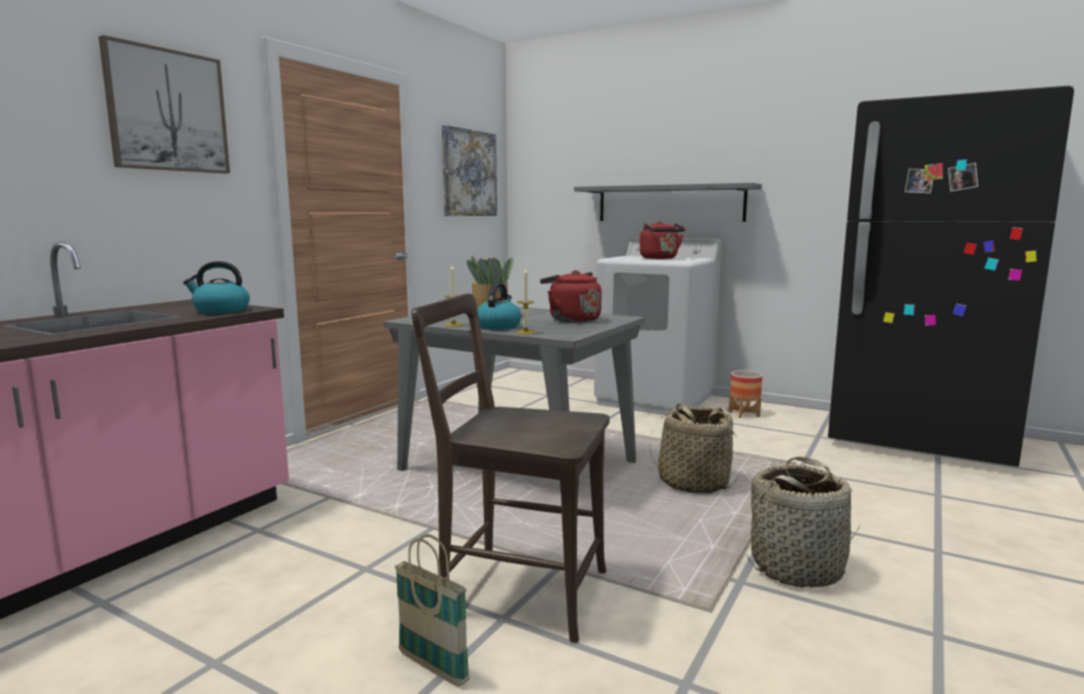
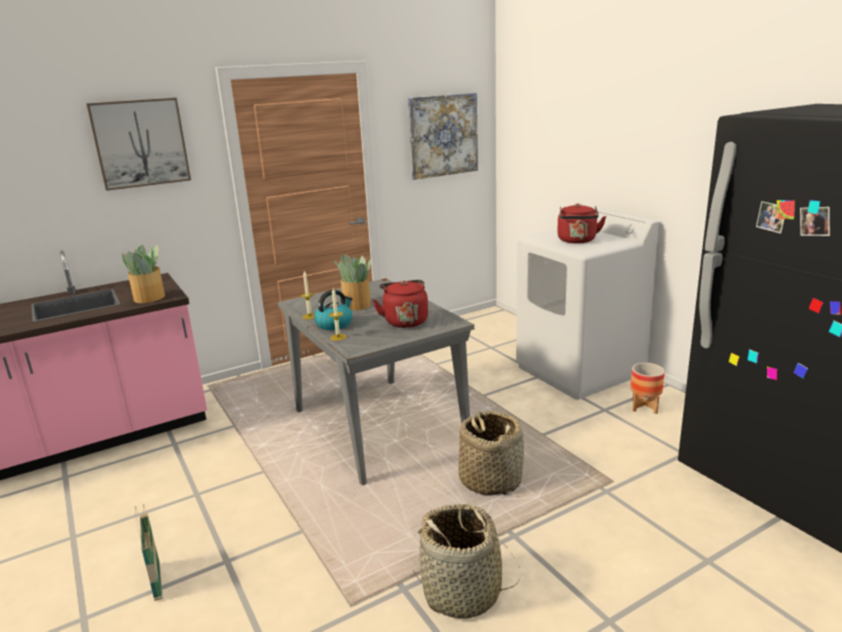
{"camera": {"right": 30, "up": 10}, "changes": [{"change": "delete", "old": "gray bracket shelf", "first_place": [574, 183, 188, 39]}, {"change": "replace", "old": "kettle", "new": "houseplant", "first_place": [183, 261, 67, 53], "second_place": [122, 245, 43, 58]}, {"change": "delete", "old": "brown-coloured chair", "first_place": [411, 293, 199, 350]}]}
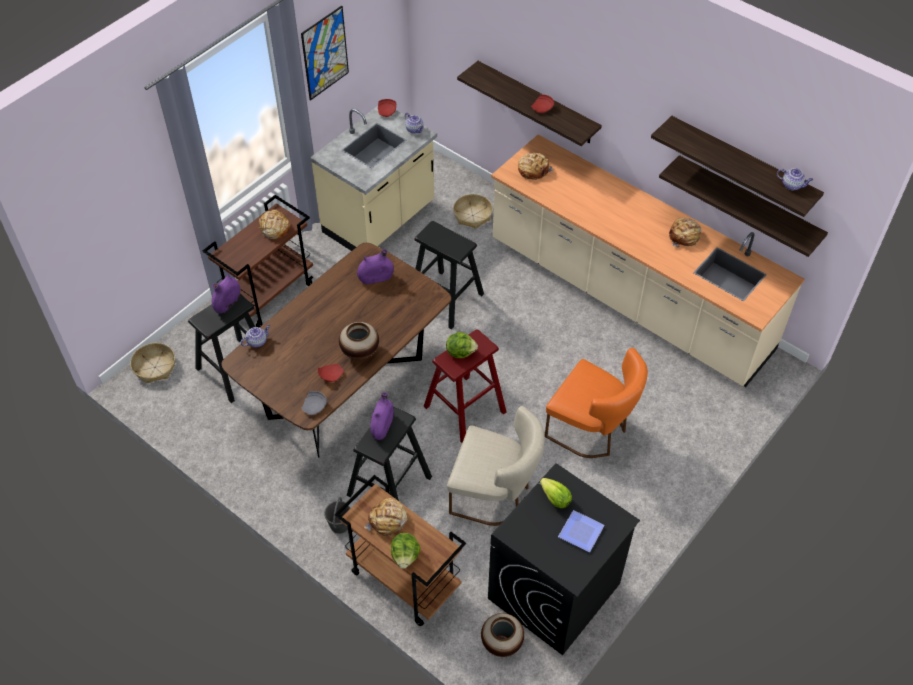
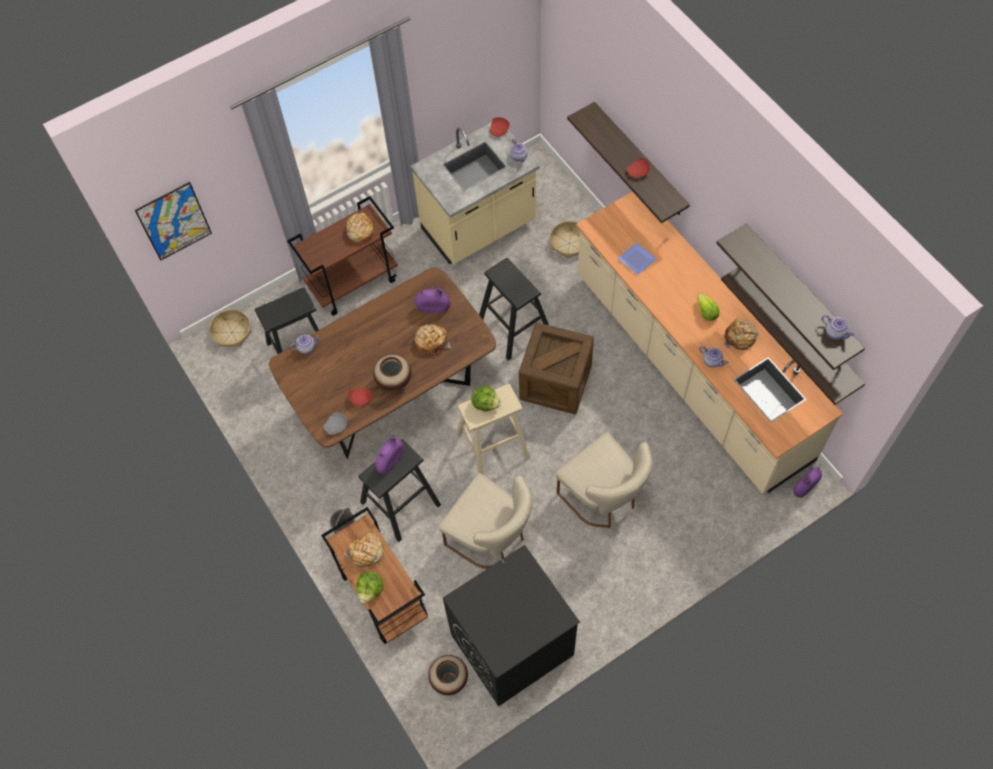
{"camera": {"right": 20, "up": 10}, "changes": [{"change": "move", "old": "wall picture", "first_place": [301, 6, 48, 94], "second_place": [135, 182, 77, 79]}, {"change": "move", "old": "bakery bread", "first_place": [518, 153, 35, 27], "second_place": [415, 324, 35, 30]}, {"change": "move", "old": "purple flower vase", "first_place": [212, 273, 28, 41], "second_place": [793, 467, 29, 31]}, {"change": "recolor", "old": "red sitting stool", "new": "beige sitting stool", "first_place": [423, 329, 83, 114], "second_place": [456, 384, 74, 90]}, {"change": "recolor", "old": "orange-coloured chair", "new": "beige chair", "first_place": [545, 348, 103, 110], "second_place": [556, 432, 97, 96]}, {"change": "move", "old": "lettuce", "first_place": [540, 478, 32, 30], "second_place": [697, 293, 23, 28]}, {"change": "move", "old": "dinner plate", "first_place": [558, 510, 47, 42], "second_place": [618, 243, 39, 32]}, {"change": "insert", "new": "crate", "second_place": [519, 322, 75, 92]}, {"change": "insert", "new": "teapot", "second_place": [699, 346, 29, 22]}]}
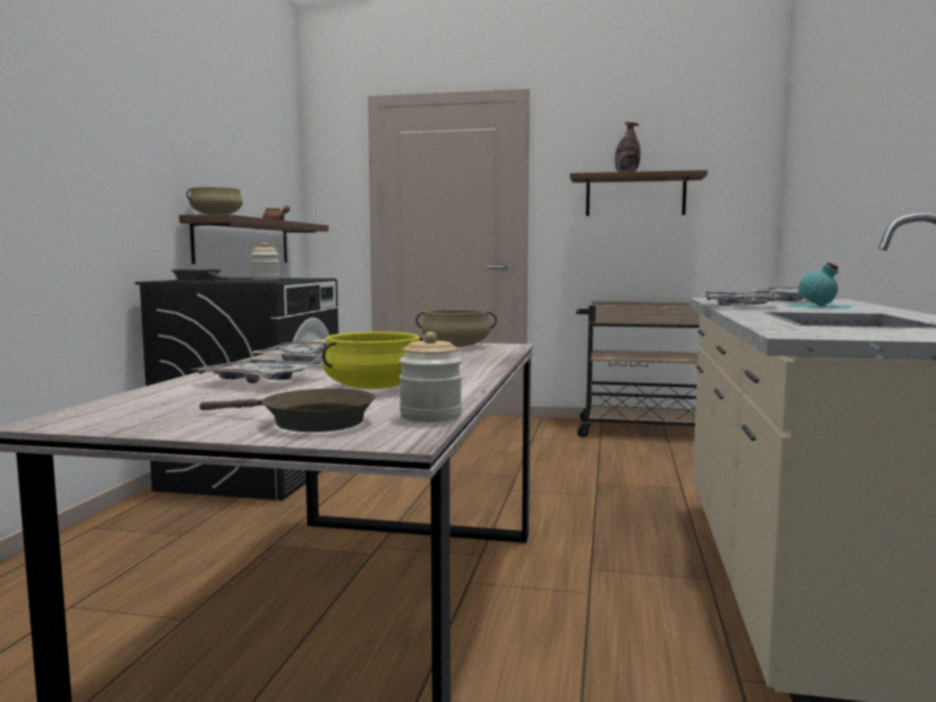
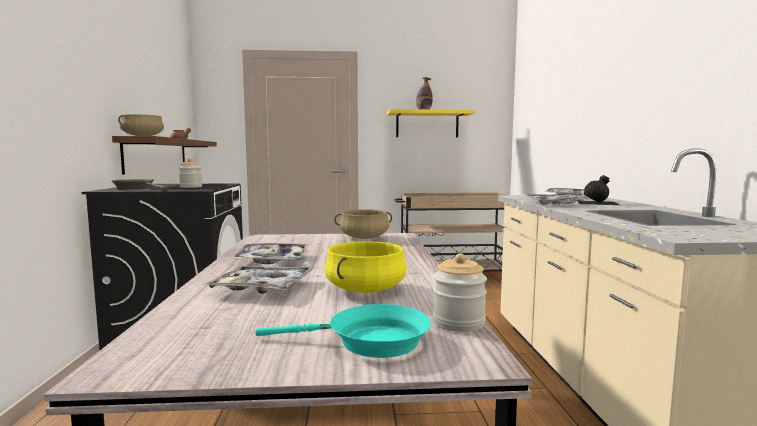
{"camera": {"right": -15, "up": 0}, "changes": [{"change": "recolor", "old": "brown-coloured bracket shelf", "new": "yellow bracket shelf", "first_place": [570, 170, 138, 46], "second_place": [387, 109, 88, 28]}, {"change": "recolor", "old": "blue-green bottle", "new": "black bottle", "first_place": [785, 262, 68, 47], "second_place": [577, 175, 43, 30]}, {"change": "recolor", "old": "brown-coloured skillet", "new": "blue-green skillet", "first_place": [200, 388, 176, 44], "second_place": [255, 304, 176, 54]}]}
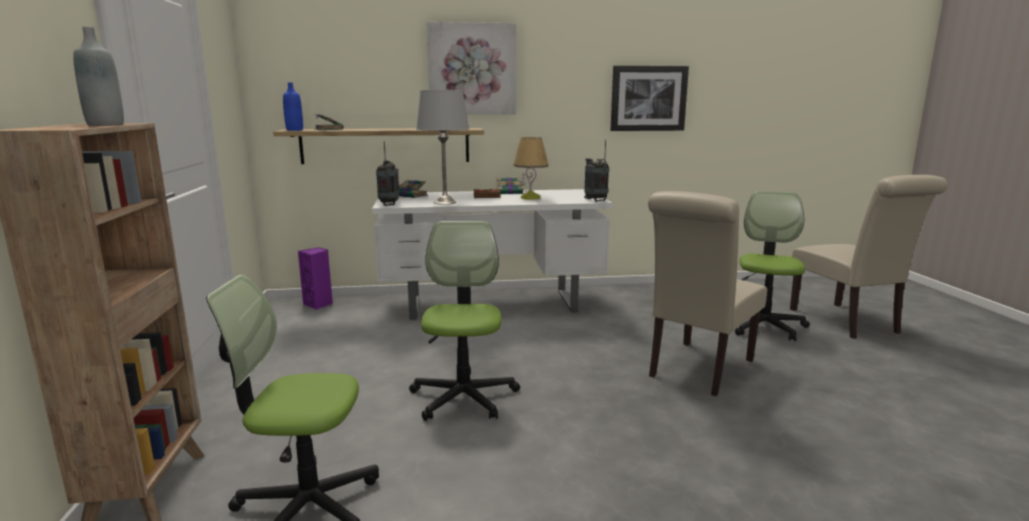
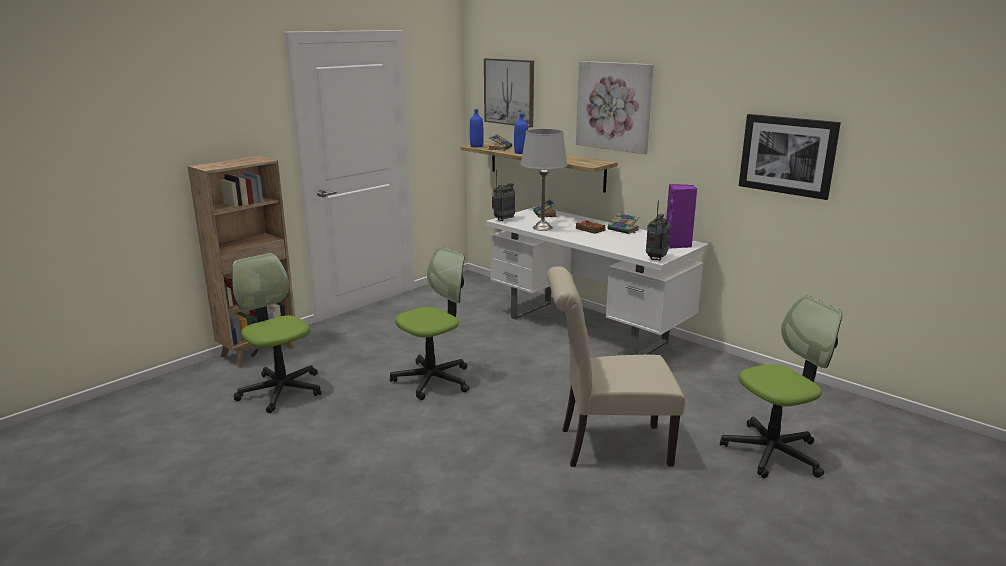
{"camera": {"right": 50, "up": 5}, "changes": [{"change": "delete", "old": "gray bottle", "first_place": [73, 27, 51, 99]}, {"change": "delete", "old": "table lamp", "first_place": [514, 137, 35, 63]}, {"change": "delete", "old": "beige chair", "first_place": [790, 175, 158, 164]}, {"change": "move", "old": "purple audio speaker", "first_place": [298, 247, 35, 63], "second_place": [666, 184, 31, 65]}, {"change": "insert", "new": "wall picture", "second_place": [484, 58, 50, 70]}, {"change": "insert", "new": "bluish bottle", "second_place": [514, 114, 14, 40]}]}
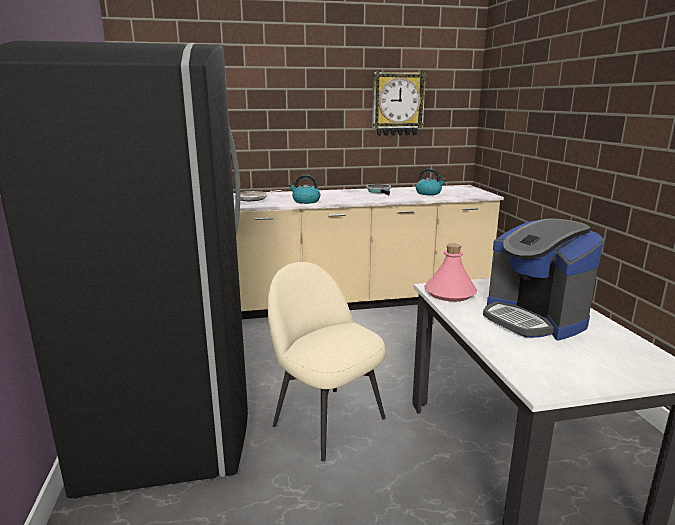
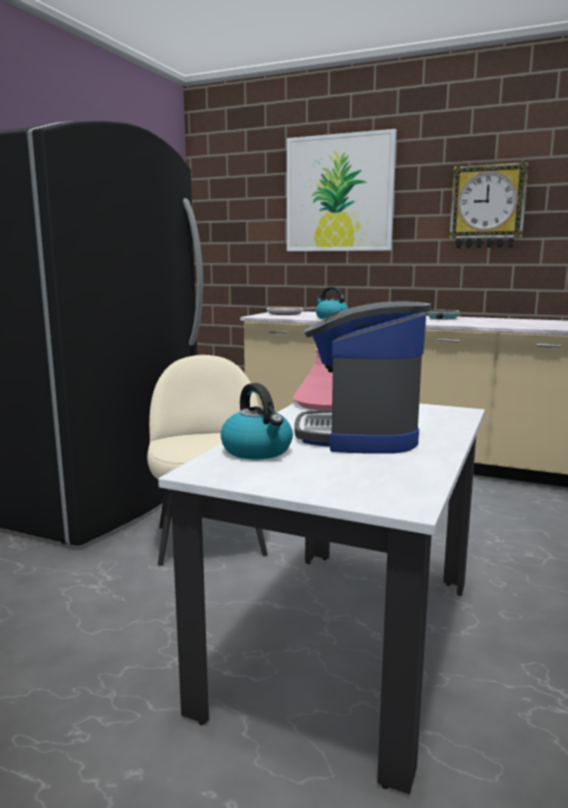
{"camera": {"right": 35, "up": -5}, "changes": [{"change": "move", "old": "kettle", "first_place": [416, 169, 30, 26], "second_place": [221, 383, 72, 77]}, {"change": "insert", "new": "wall picture", "second_place": [287, 129, 110, 122]}]}
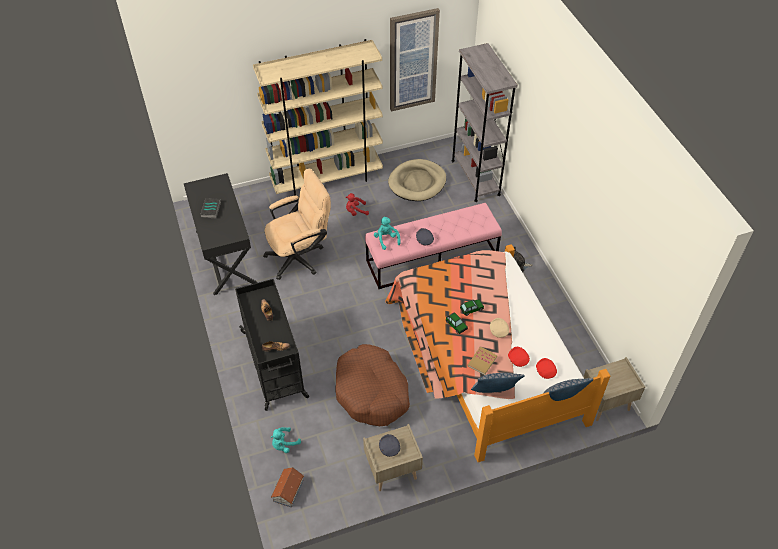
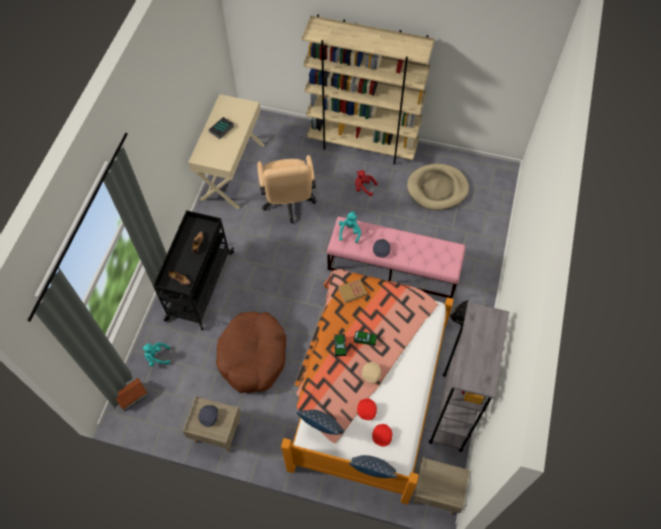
{"camera": {"right": 35, "up": 10}, "changes": [{"change": "delete", "old": "wall picture", "first_place": [390, 8, 50, 104]}, {"change": "move", "old": "gray bookcase", "first_place": [451, 43, 67, 159], "second_place": [429, 302, 80, 150]}, {"change": "rotate", "old": "beige computer chair", "first_place": [263, 169, 68, 111], "second_place": [257, 155, 59, 68], "degrees": 75}, {"change": "recolor", "old": "black desk", "new": "beige desk", "first_place": [184, 173, 73, 122], "second_place": [188, 94, 76, 115]}, {"change": "move", "old": "volume", "first_place": [468, 347, 29, 28], "second_place": [338, 279, 29, 24]}]}
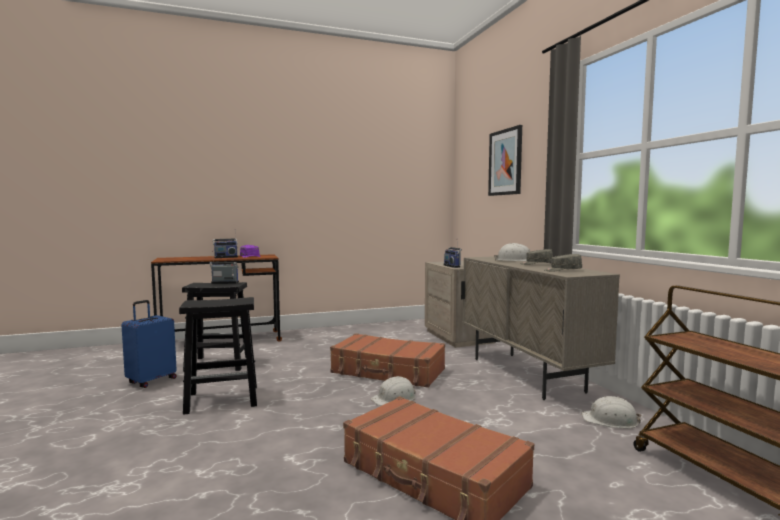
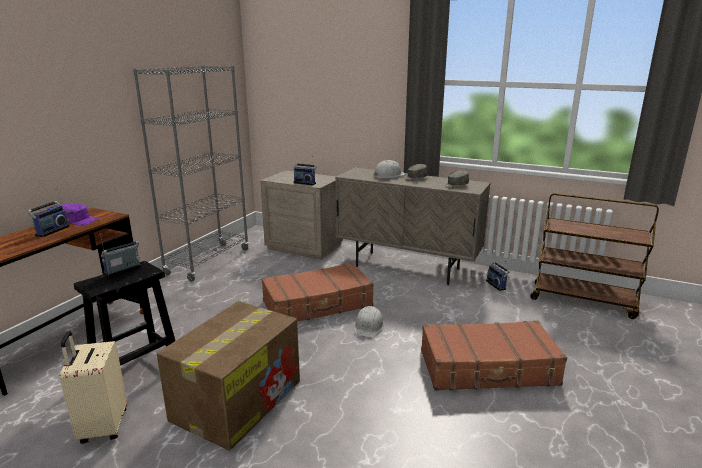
{"camera": {"right": -45, "up": 15}, "changes": [{"change": "delete", "old": "wall picture", "first_place": [488, 125, 34, 71]}, {"change": "replace", "old": "black sitting stool", "new": "packing box", "first_place": [179, 297, 78, 118], "second_place": [157, 301, 143, 150]}, {"change": "recolor", "old": "bluish travel case", "new": "beige travel case", "first_place": [121, 300, 56, 88], "second_place": [60, 331, 67, 113]}, {"change": "replace", "old": "white-coloured hard hat", "new": "radio set", "first_place": [582, 396, 59, 33], "second_place": [486, 261, 23, 30]}, {"change": "insert", "new": "gray bookcase", "second_place": [133, 65, 116, 216]}]}
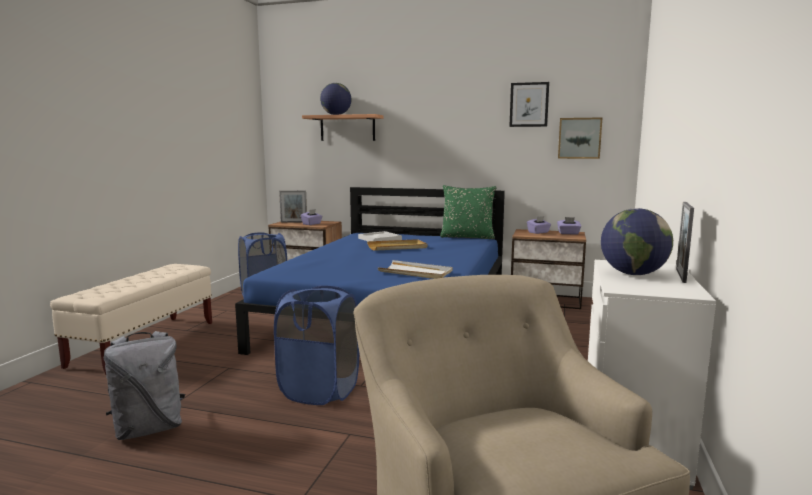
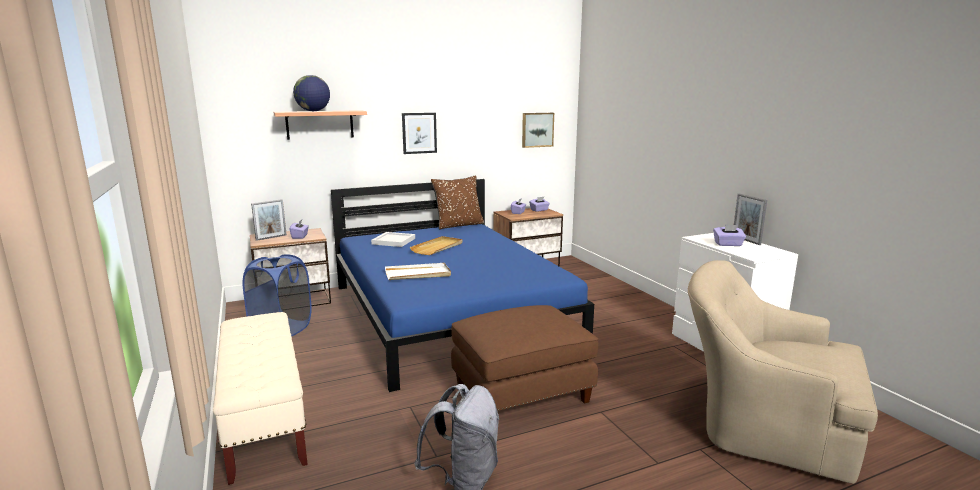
{"camera": {"right": -40, "up": 5}, "changes": [{"change": "move", "old": "wall picture", "first_place": [509, 82, 40, 45], "second_place": [402, 113, 35, 41]}, {"change": "recolor", "old": "green pillow", "new": "brown-coloured pillow", "first_place": [440, 185, 57, 54], "second_place": [431, 175, 53, 55]}, {"change": "replace", "old": "desk globe", "new": "purple tissue box", "first_place": [601, 208, 72, 67], "second_place": [713, 224, 33, 22]}, {"change": "move", "old": "white-coloured tray", "first_place": [377, 260, 75, 19], "second_place": [385, 263, 66, 17]}, {"change": "replace", "old": "bluish washing basket", "new": "brown-coloured ottoman", "first_place": [274, 285, 85, 120], "second_place": [451, 305, 147, 106]}]}
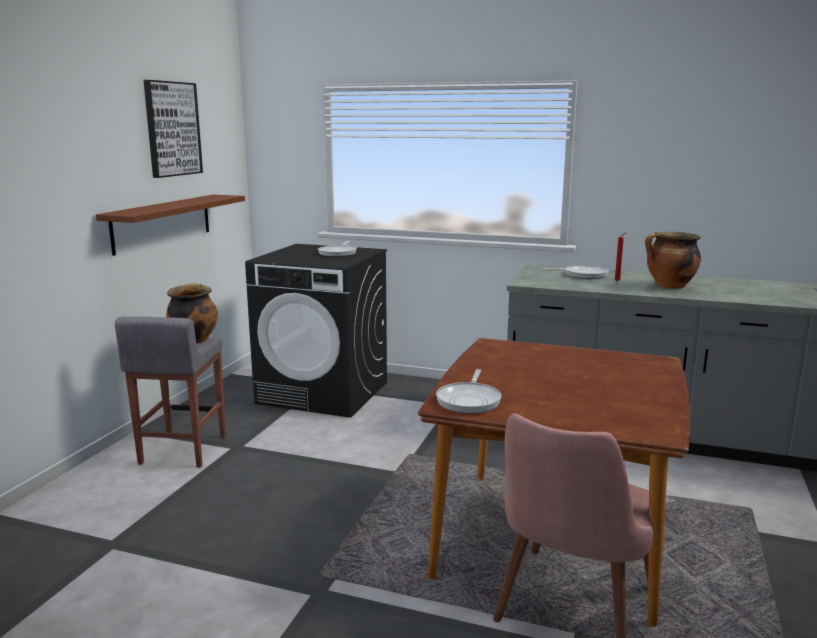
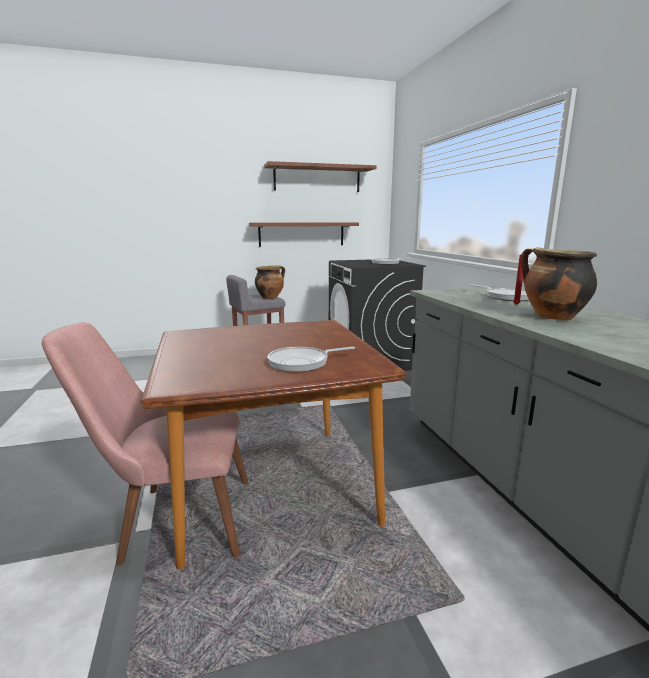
{"camera": {"right": 55, "up": 0}, "changes": [{"change": "replace", "old": "wall picture", "new": "brown-coloured bracket shelf", "first_place": [144, 80, 59, 98], "second_place": [264, 161, 112, 31]}, {"change": "move", "old": "skillet", "first_place": [436, 369, 65, 45], "second_place": [268, 346, 87, 26]}]}
